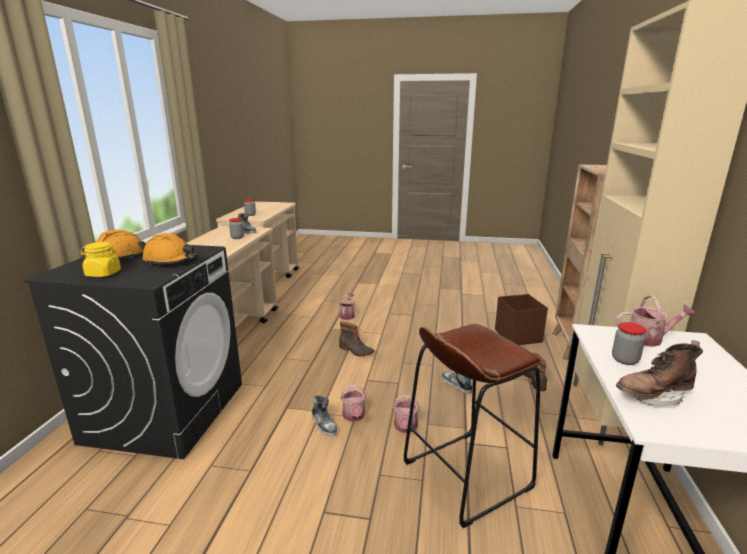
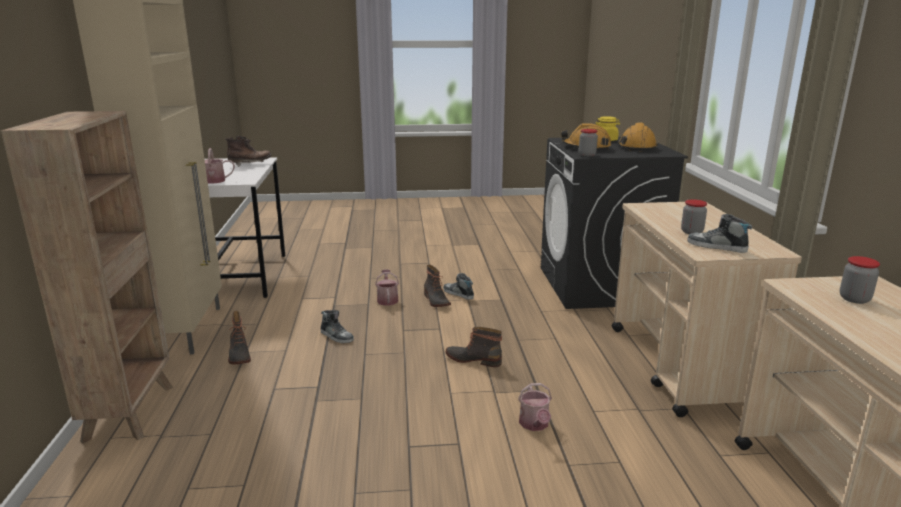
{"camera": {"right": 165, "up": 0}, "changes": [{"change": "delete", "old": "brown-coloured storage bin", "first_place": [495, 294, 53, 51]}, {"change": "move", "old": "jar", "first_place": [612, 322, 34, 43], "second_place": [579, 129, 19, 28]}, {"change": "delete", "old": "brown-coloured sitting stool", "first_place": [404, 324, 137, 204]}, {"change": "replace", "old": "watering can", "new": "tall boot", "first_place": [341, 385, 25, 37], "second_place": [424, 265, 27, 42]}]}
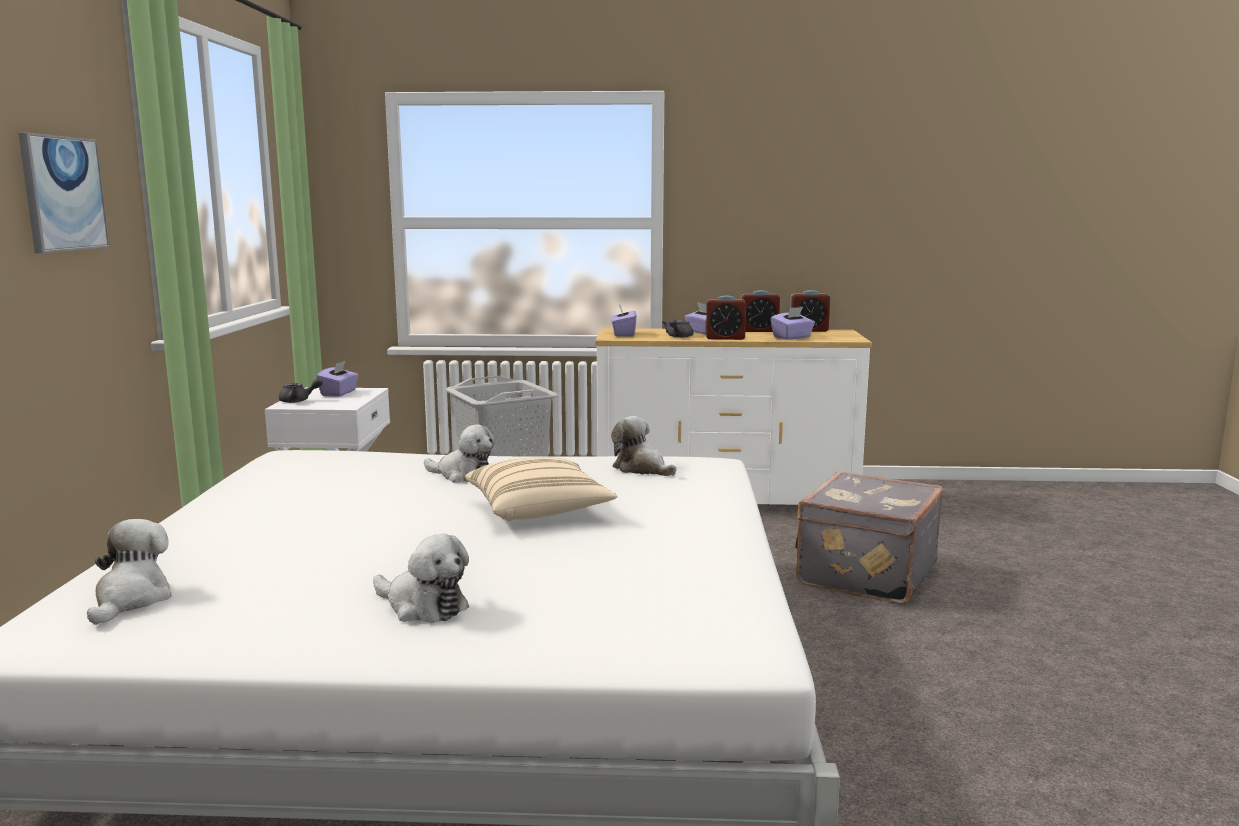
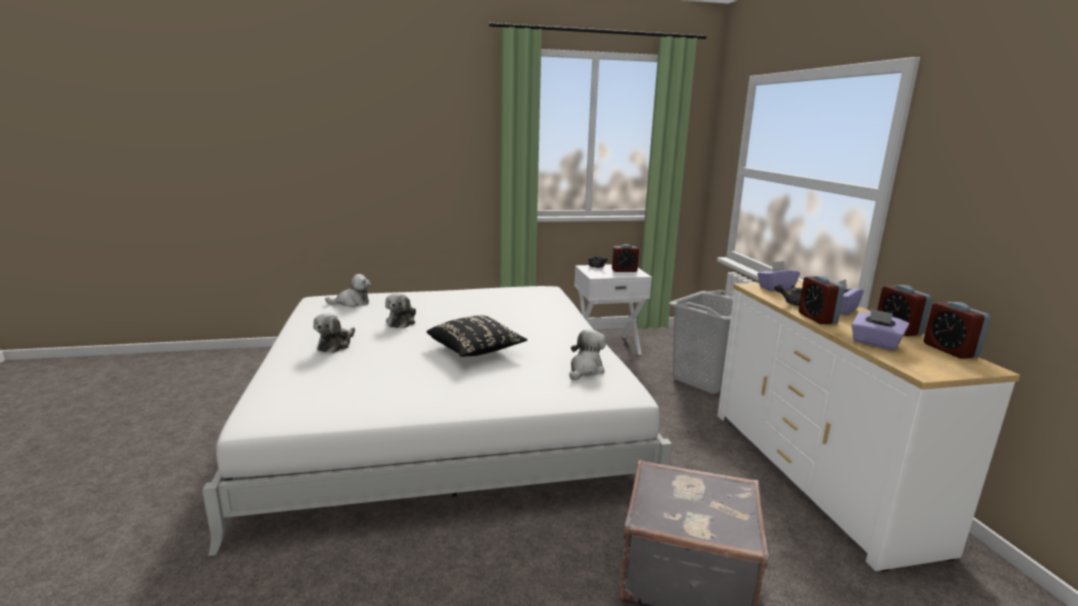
{"camera": {"right": 75, "up": 5}, "changes": [{"change": "delete", "old": "wall picture", "first_place": [18, 132, 91, 121]}, {"change": "replace", "old": "purple tissue box", "new": "alarm clock", "first_place": [316, 361, 43, 36], "second_place": [612, 244, 27, 28]}, {"change": "move", "old": "soft toy", "first_place": [424, 424, 71, 59], "second_place": [385, 293, 31, 35]}, {"change": "recolor", "old": "beige pillow", "new": "black pillow", "first_place": [465, 457, 153, 64], "second_place": [427, 315, 100, 42]}]}
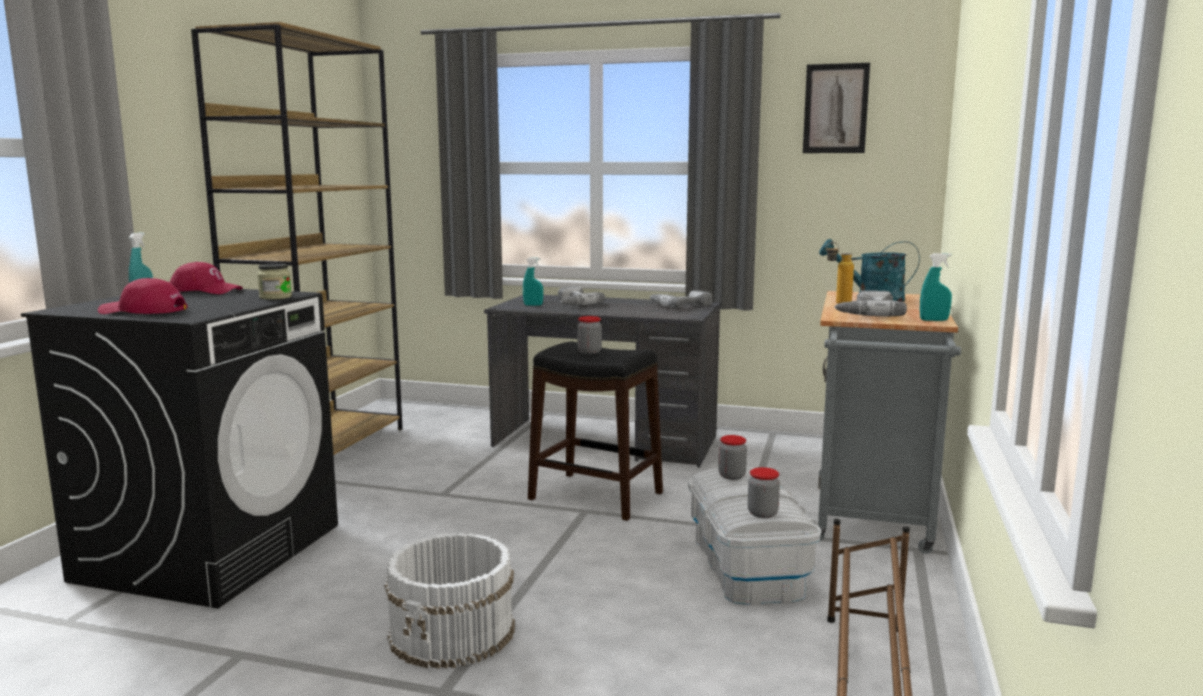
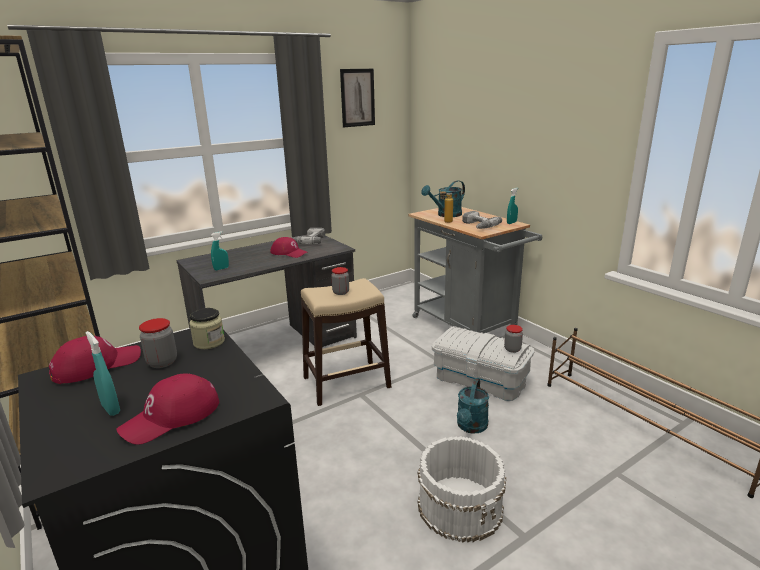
{"camera": {"right": -50, "up": 10}, "changes": [{"change": "delete", "old": "power drill", "first_place": [558, 286, 47, 19]}, {"change": "recolor", "old": "black sitting stool", "new": "beige sitting stool", "first_place": [528, 341, 135, 180], "second_place": [301, 278, 90, 128]}, {"change": "move", "old": "jar", "first_place": [718, 435, 29, 45], "second_place": [139, 318, 38, 50]}, {"change": "insert", "new": "red peaked cap", "second_place": [270, 237, 38, 21]}, {"change": "insert", "new": "blue-green watering can", "second_place": [457, 378, 32, 55]}]}
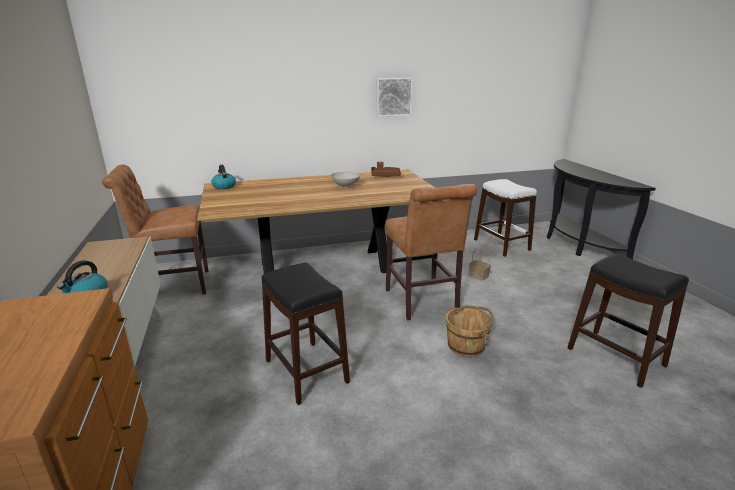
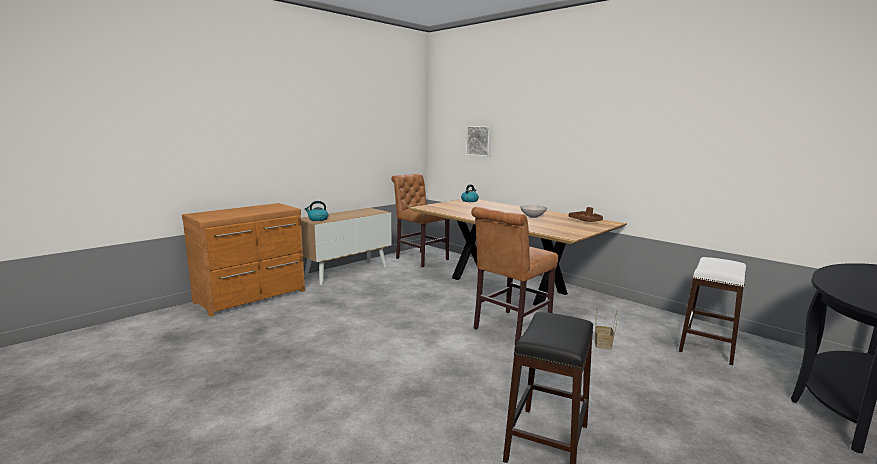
{"camera": {"right": 60, "up": -10}, "changes": [{"change": "move", "old": "wall picture", "first_place": [376, 78, 37, 39], "second_place": [466, 126, 26, 31]}, {"change": "delete", "old": "black sitting stool", "first_place": [262, 263, 88, 142]}, {"change": "delete", "old": "brown-coloured pail", "first_place": [446, 305, 48, 52]}]}
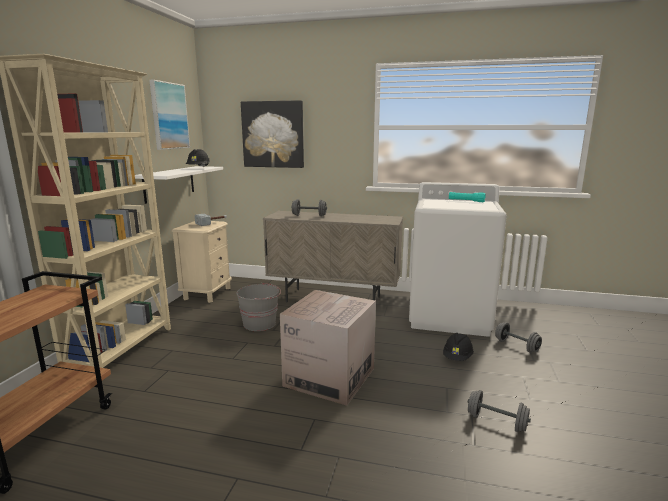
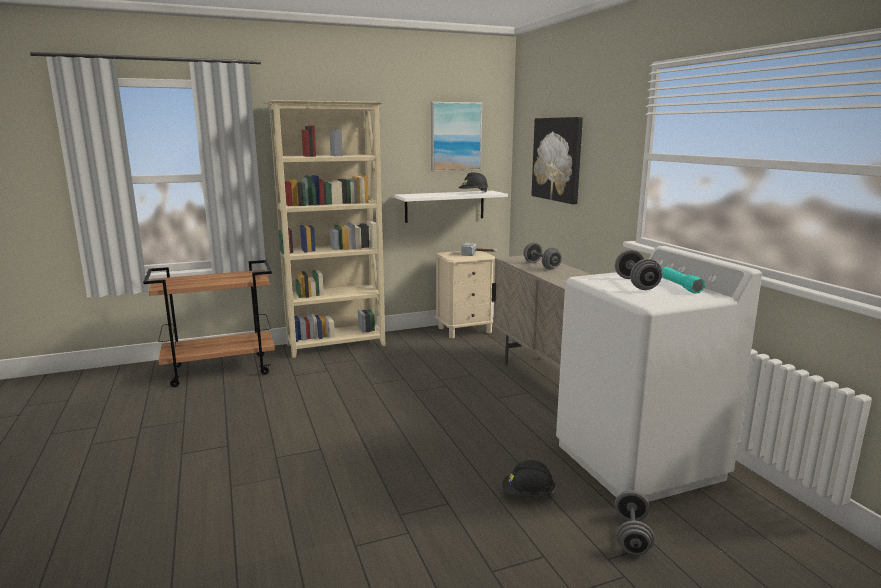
{"camera": {"right": 55, "up": 0}, "changes": [{"change": "delete", "old": "gray pail", "first_place": [236, 283, 45, 48]}, {"change": "delete", "old": "packing box", "first_place": [280, 290, 96, 116]}, {"change": "move", "old": "gray dumbbell", "first_place": [468, 390, 63, 42], "second_place": [615, 250, 47, 40]}]}
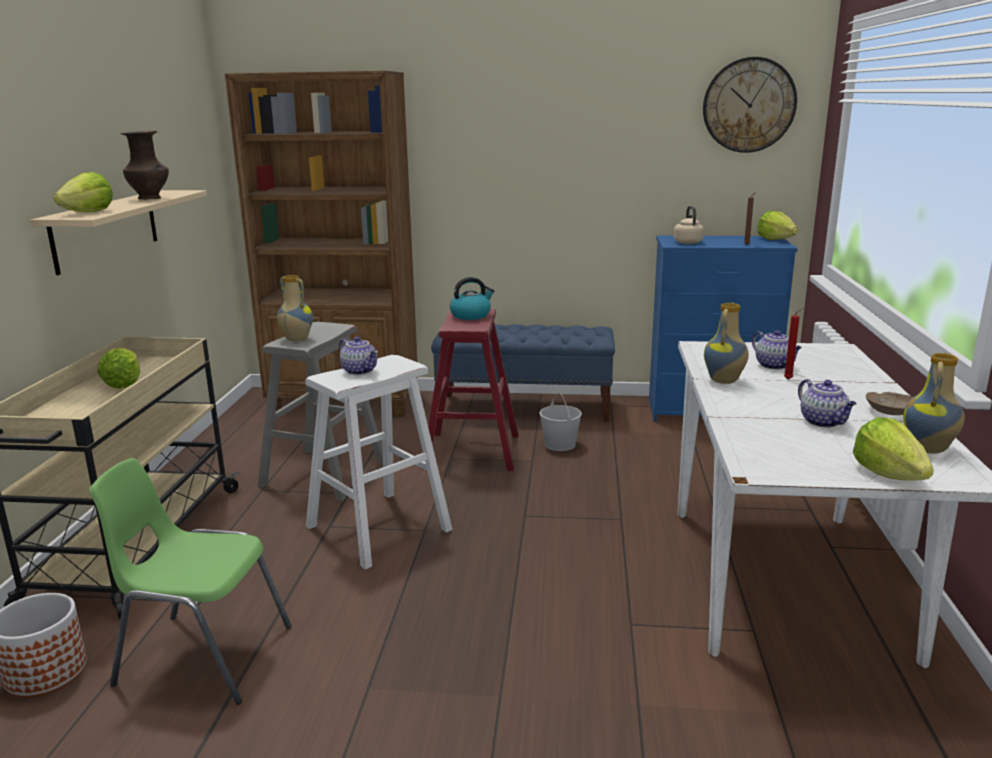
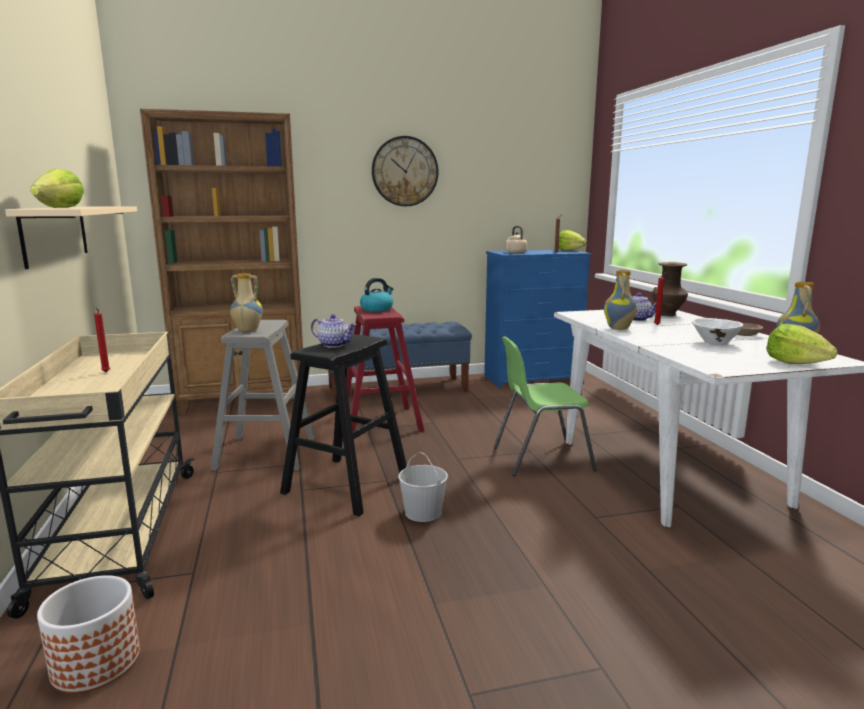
{"camera": {"right": -20, "up": -5}, "changes": [{"change": "move", "old": "hanging clock", "first_place": [703, 57, 94, 96], "second_place": [372, 136, 66, 70]}, {"change": "move", "old": "brown-coloured flower vase", "first_place": [121, 130, 48, 70], "second_place": [652, 262, 36, 54]}, {"change": "replace", "old": "lettuce", "new": "red candle", "first_place": [98, 348, 42, 41], "second_place": [94, 308, 16, 64]}, {"change": "recolor", "old": "white-coloured sitting stool", "new": "black sitting stool", "first_place": [305, 355, 147, 214], "second_place": [280, 334, 127, 182]}, {"change": "replace", "old": "teapot", "new": "white-coloured serving bowl", "first_place": [798, 379, 59, 49], "second_place": [692, 318, 51, 28]}, {"change": "move", "old": "white-coloured pail", "first_place": [540, 393, 42, 58], "second_place": [398, 452, 50, 70]}, {"change": "move", "old": "green chair", "first_place": [89, 458, 203, 247], "second_place": [494, 336, 103, 140]}]}
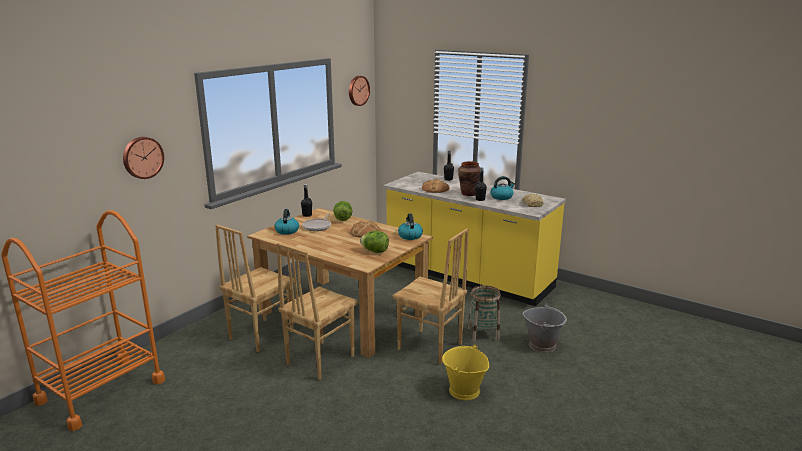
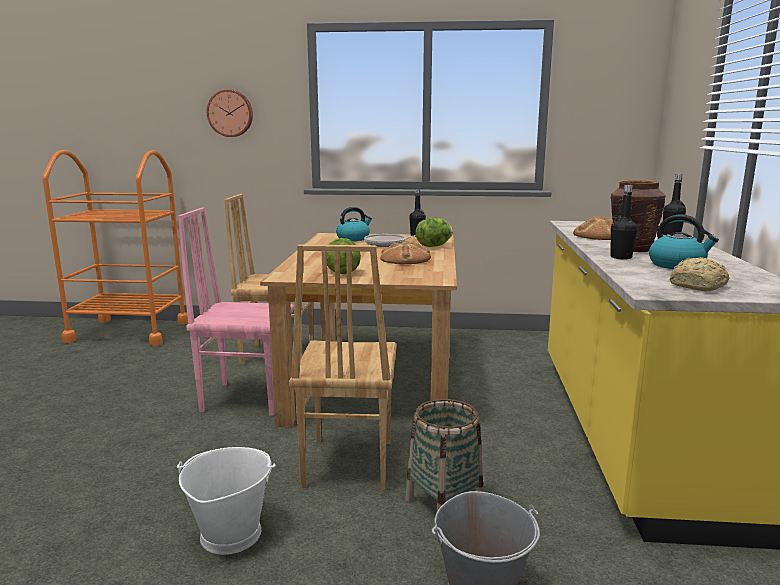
{"camera": {"right": 60, "up": -5}, "changes": [{"change": "delete", "old": "hanging clock", "first_place": [349, 76, 21, 30]}, {"change": "delete", "old": "kettle", "first_place": [398, 213, 25, 27]}, {"change": "recolor", "old": "brown-coloured chair", "new": "pink-coloured chair", "first_place": [277, 243, 81, 137], "second_place": [178, 208, 116, 208]}, {"change": "recolor", "old": "yellow pail", "new": "white-coloured pail", "first_place": [442, 344, 47, 56], "second_place": [177, 447, 99, 108]}]}
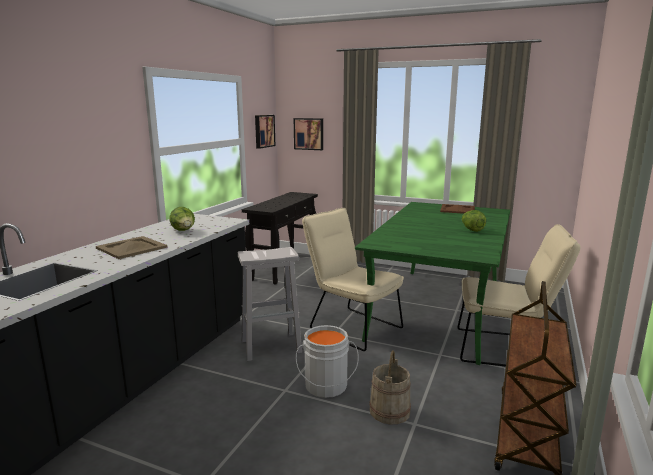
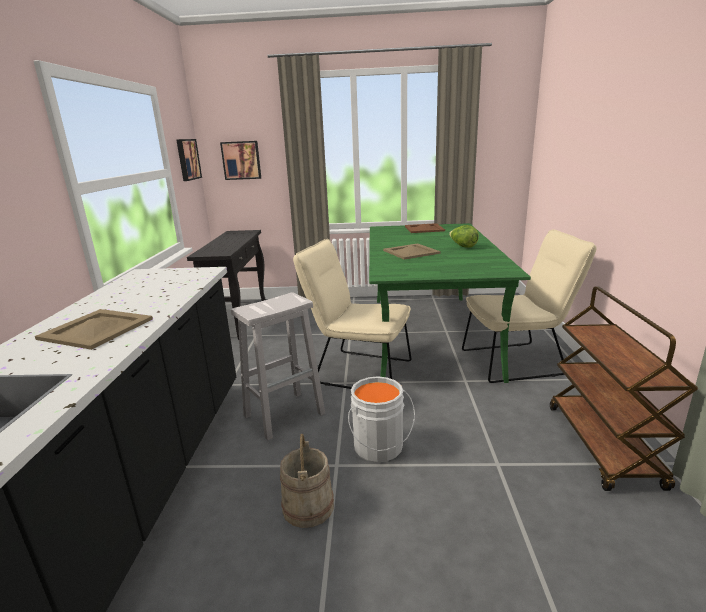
{"camera": {"right": -20, "up": 5}, "changes": [{"change": "delete", "old": "lettuce", "first_place": [169, 207, 26, 24]}, {"change": "move", "old": "beige pail", "first_place": [369, 350, 42, 75], "second_place": [280, 434, 54, 94]}, {"change": "insert", "new": "beige tray", "second_place": [383, 243, 58, 17]}]}
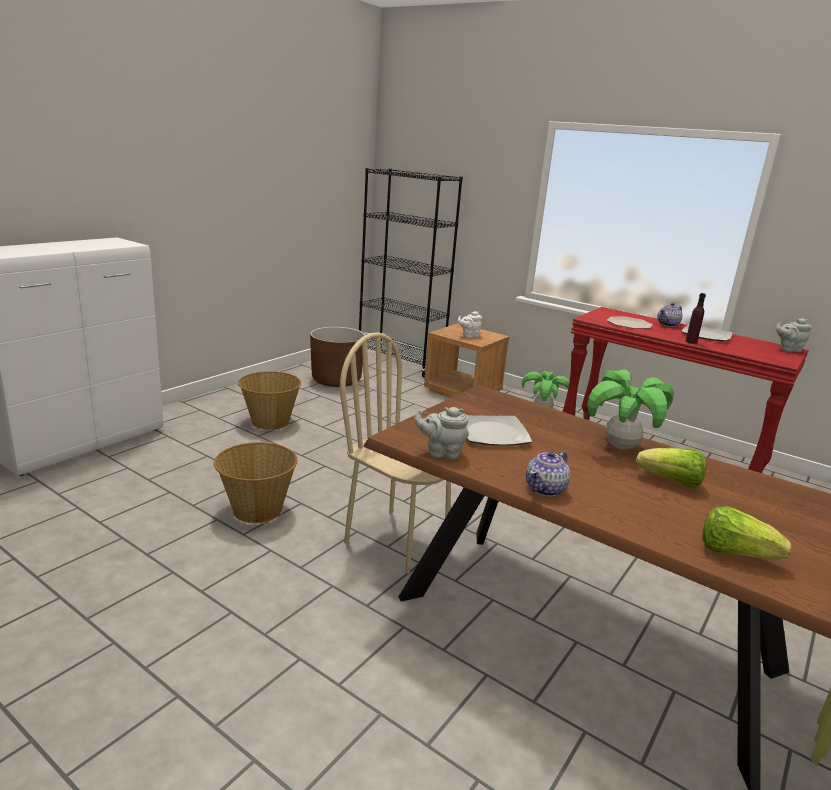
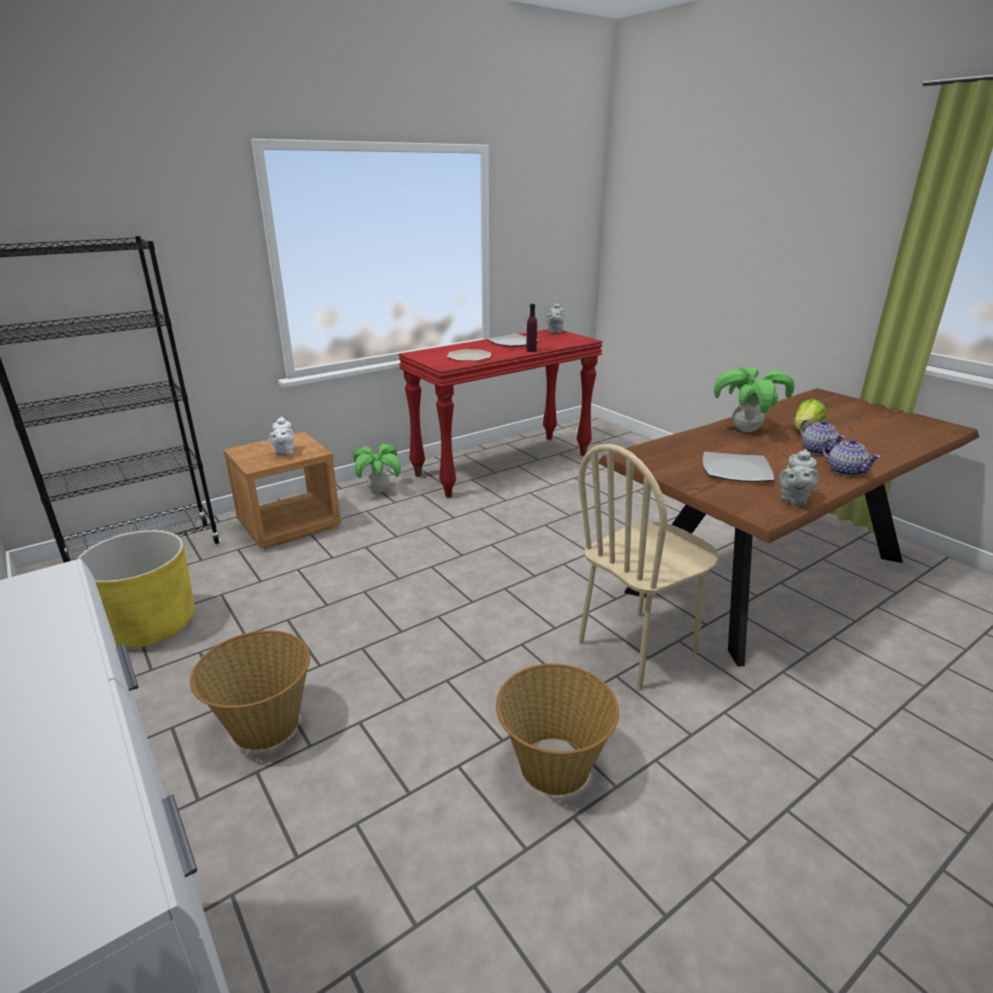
{"camera": {"right": -70, "up": 5}, "changes": [{"change": "move", "old": "teapot", "first_place": [657, 303, 26, 24], "second_place": [800, 420, 45, 35]}, {"change": "recolor", "old": "brown-coloured planter", "new": "yellow planter", "first_place": [310, 327, 55, 60], "second_place": [76, 530, 118, 118]}, {"change": "delete", "old": "lettuce", "first_place": [703, 506, 88, 53]}]}
